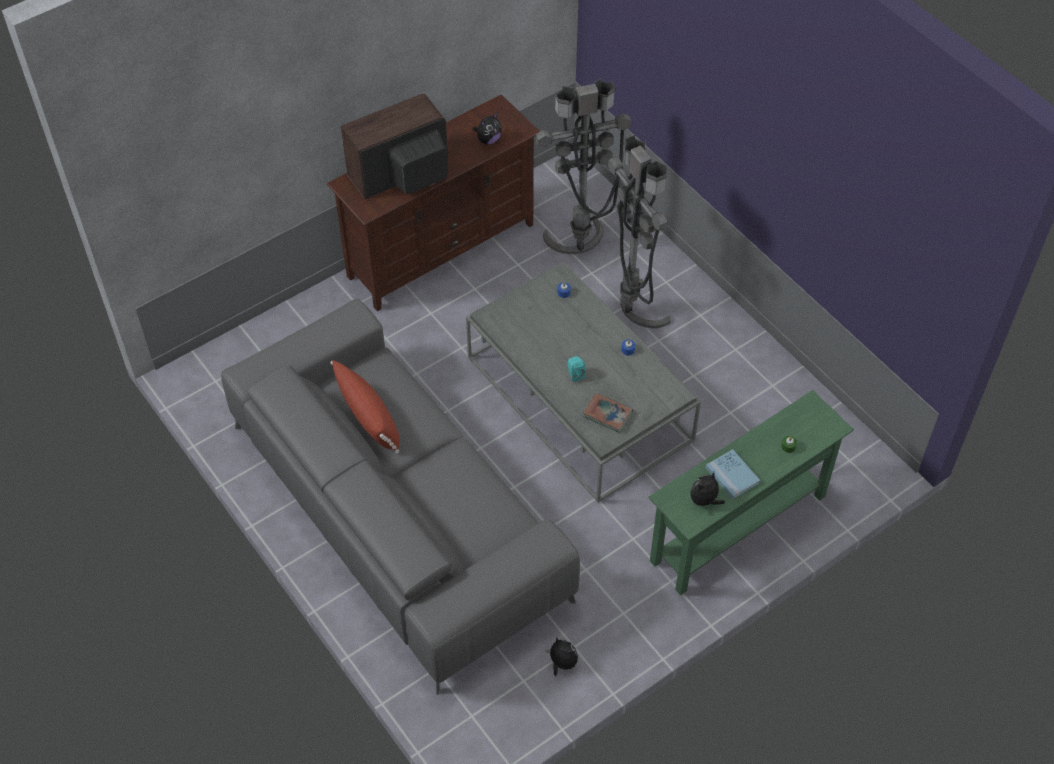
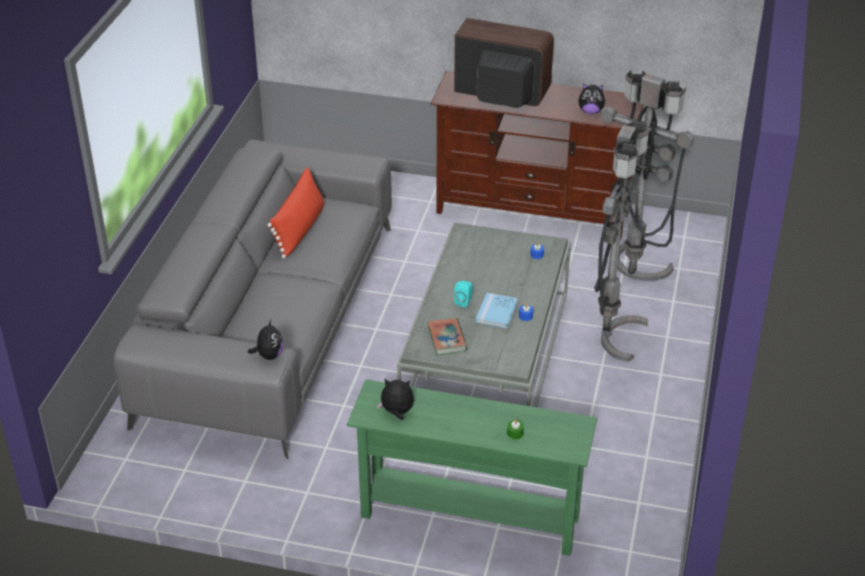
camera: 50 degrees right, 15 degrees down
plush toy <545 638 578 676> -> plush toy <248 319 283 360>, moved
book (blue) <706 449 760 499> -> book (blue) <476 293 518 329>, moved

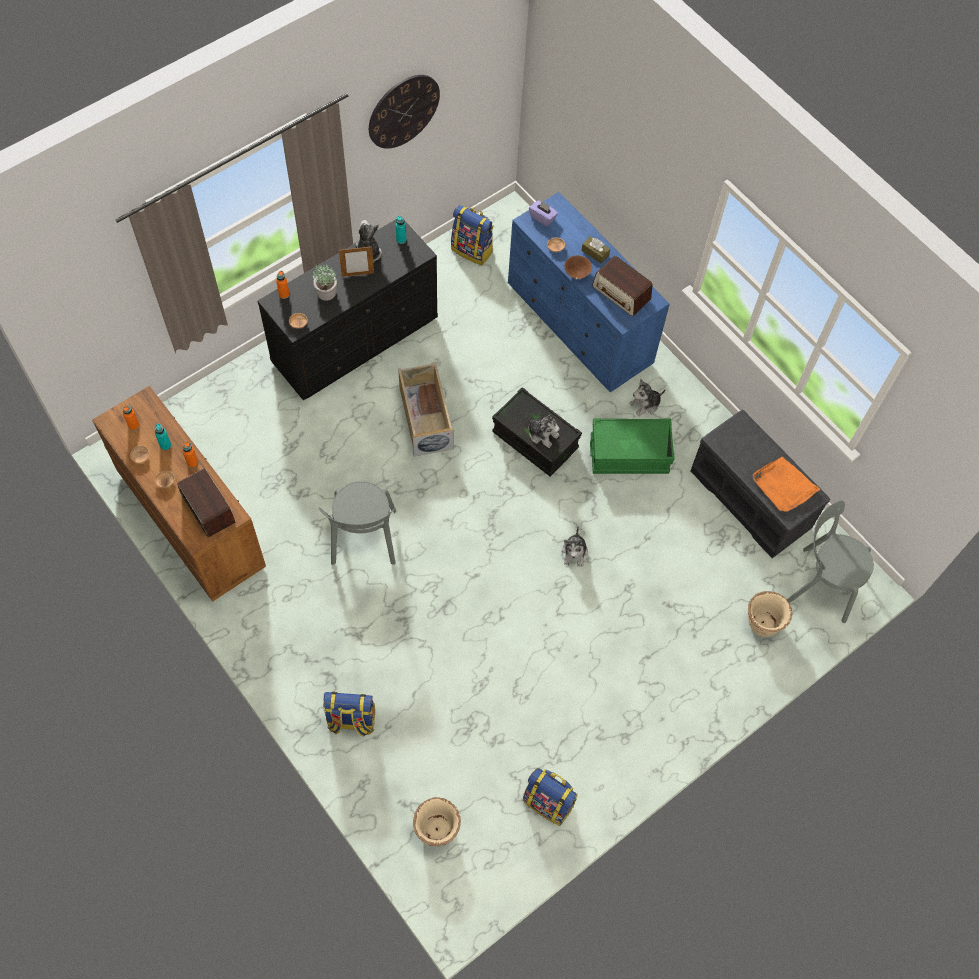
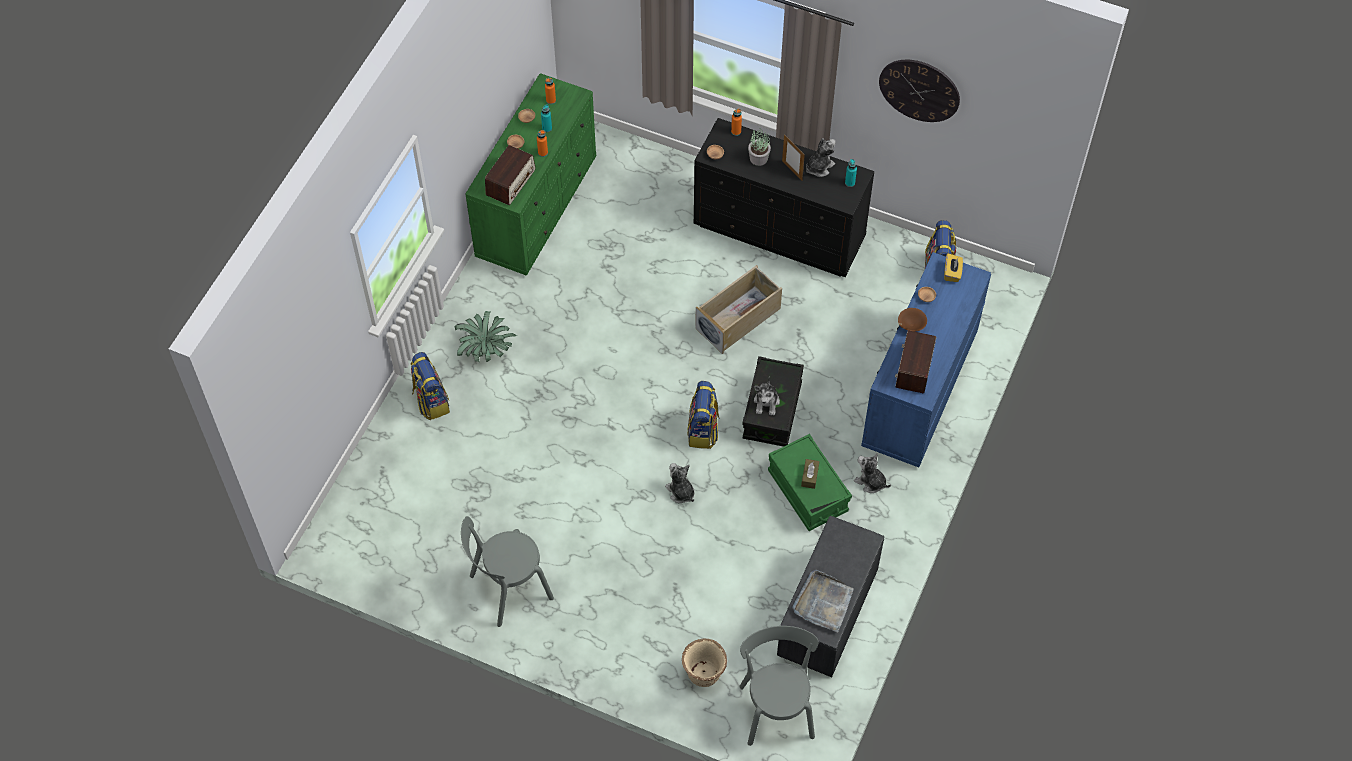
camera: 65 degrees right, 5 degrees down
dresser (brown) <92 386 266 602> -> dresser (green) <465 73 596 276>
chair (grey) <319 481 396 565> -> chair (grey) <461 516 554 627>, moved
planter (beige) <413 797 461 846> -> none
backpack <523 768 578 826> -> backpack <687 381 720 449>, moved
tissue box (purple) <529 200 558 226> -> tissue box (yellow) <944 254 963 282>
plush toy <562 527 588 567> -> plush toy <665 463 695 503>, 75 degrees clockwise
tissue box (brown) <581 236 610 264> -> tissue box (brown) <801 459 819 489>, moved
tray (orange) <753 457 820 512> -> tray (grey) <792 570 854 633>
none -> potted plant <455 311 517 363>

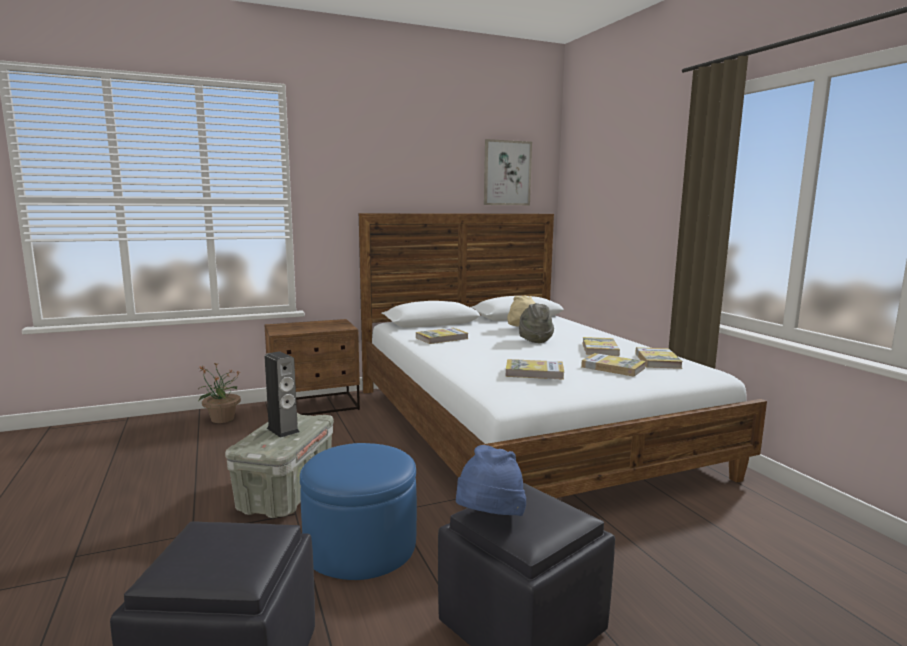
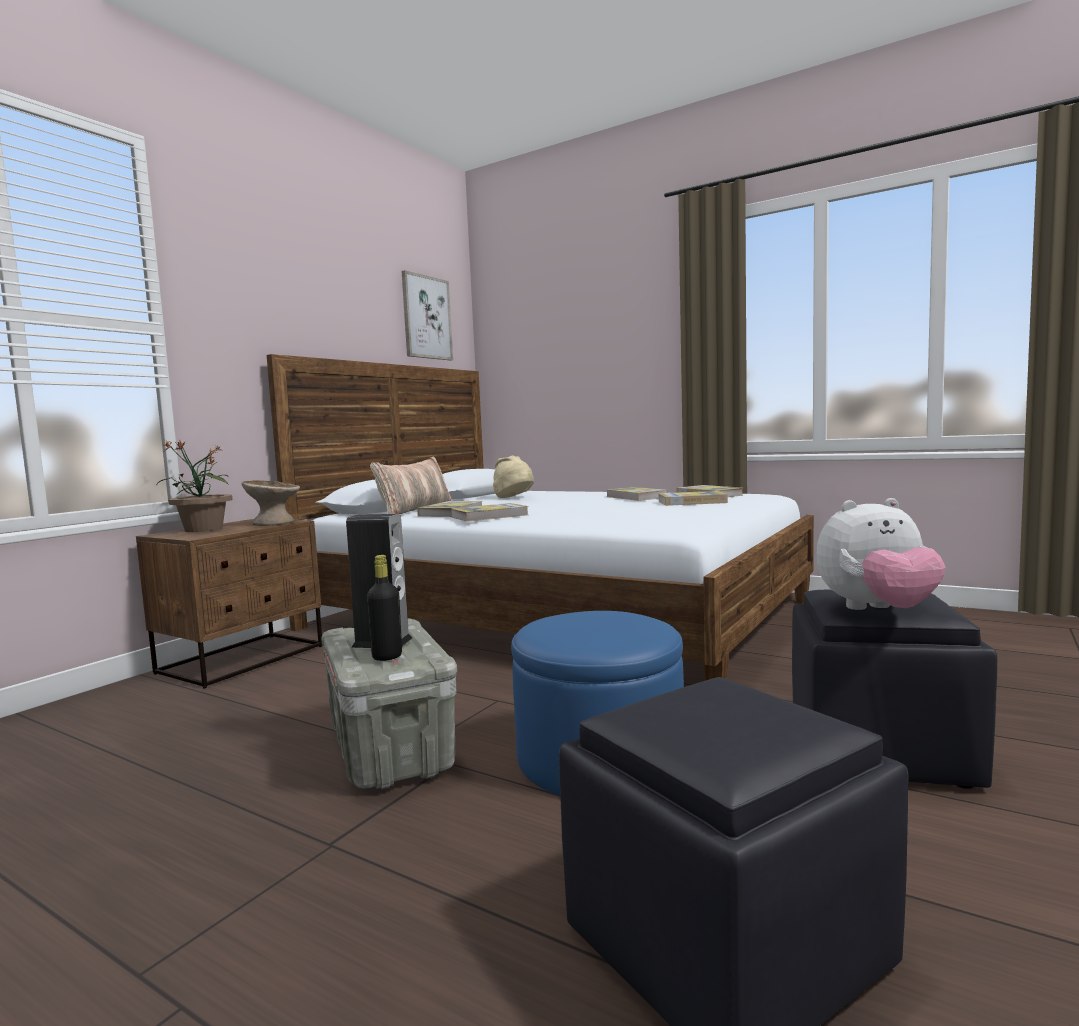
camera: 35 degrees left, 5 degrees down
potted plant <198 362 241 423> -> potted plant <157 440 232 532>, moved
hat (blue) <456 445 526 516> -> plush toy <816 498 946 610>
book <506 359 564 380> -> book <451 503 528 522>, moved
hat (grey) <519 303 554 343> -> none
none -> bowl (beige) <241 480 300 526>
none -> bottle (black) <367 555 402 661>
none -> pillow <370 457 452 514>

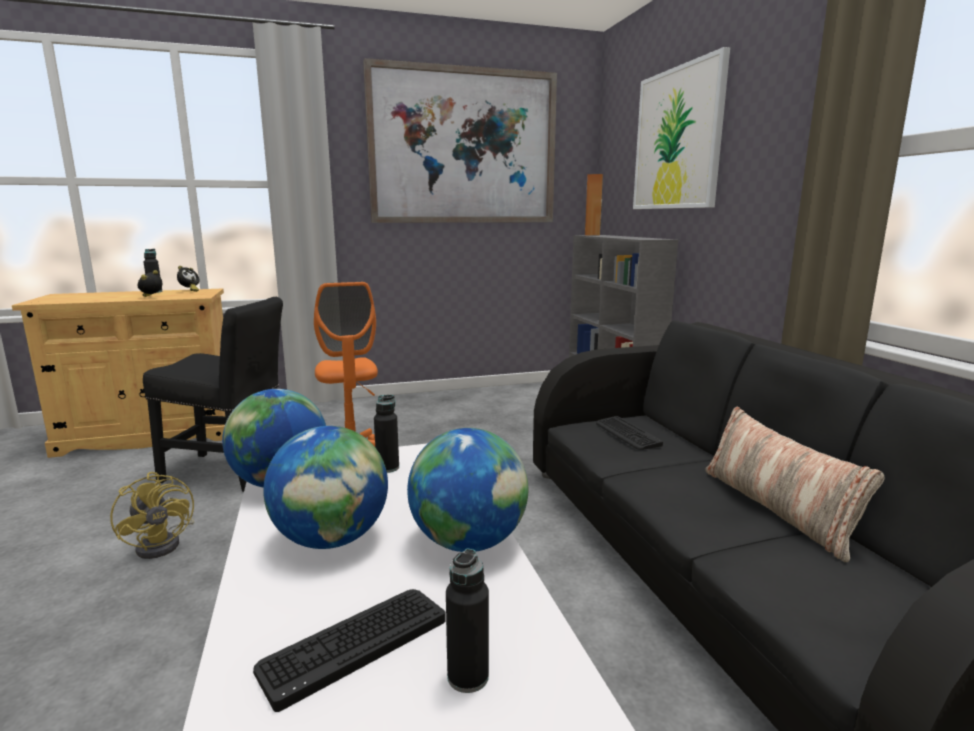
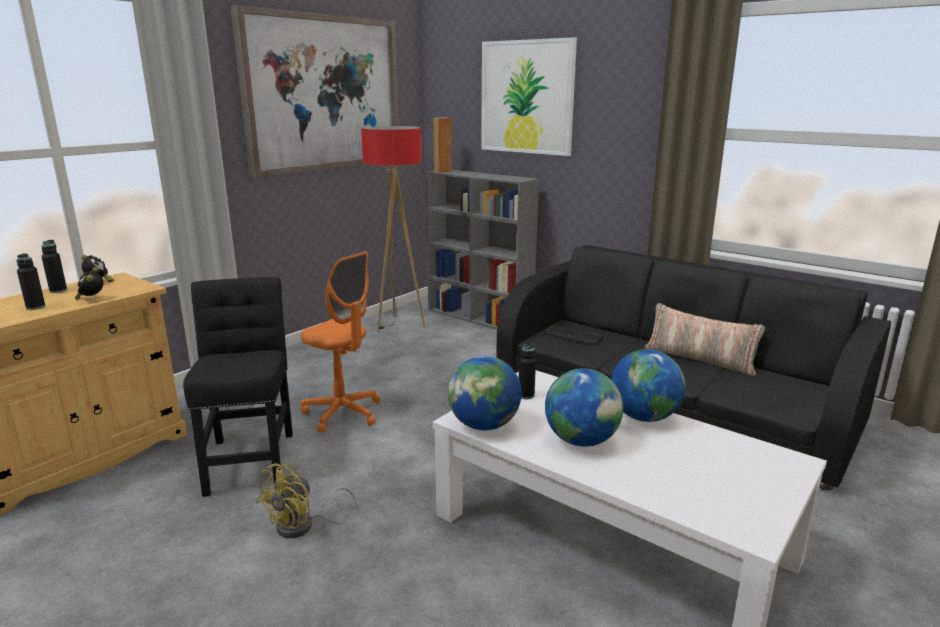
camera: 35 degrees left, 5 degrees up
fan (yellow) <110 472 194 559> -> fan (yellow) <256 463 357 538>, 105 degrees clockwise
chair (black) <143 297 283 492> -> chair (black) <183 277 293 497>, 75 degrees counterclockwise
keyboard <253 589 446 712> -> none
bottle (black) <446 549 489 693> -> bottle (black) <16 253 45 310>, moved
none -> floor lamp <361 126 425 332>

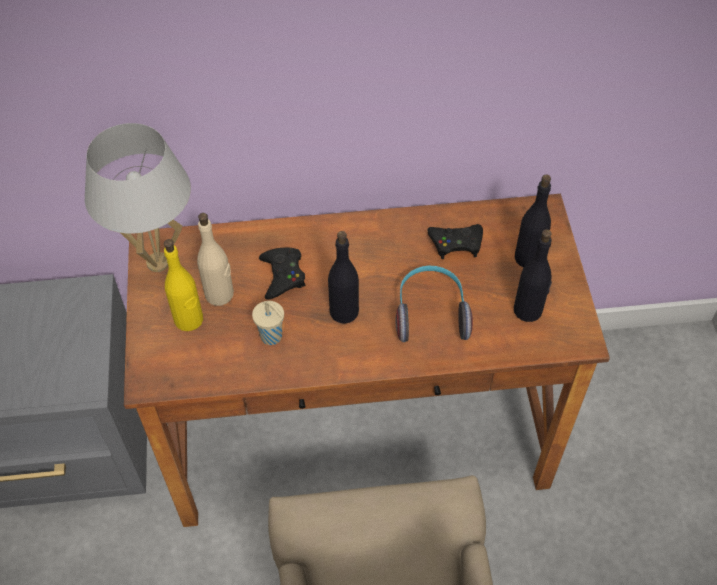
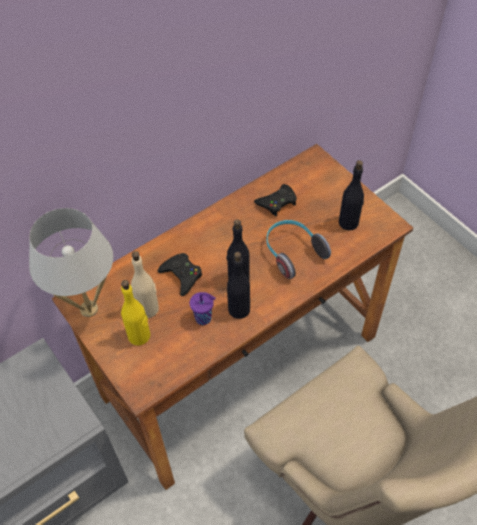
camera: 30 degrees left, 0 degrees up
cup (beige) <252 301 284 345> -> cup (purple) <190 292 216 325>
bottle (black) <515 175 551 268> -> bottle (black) <227 252 250 319>, moved

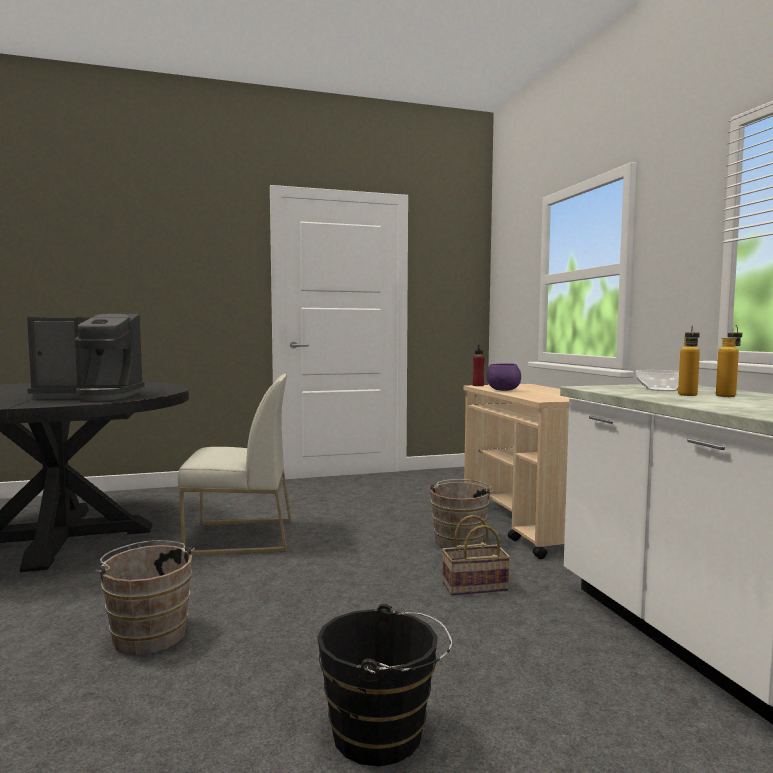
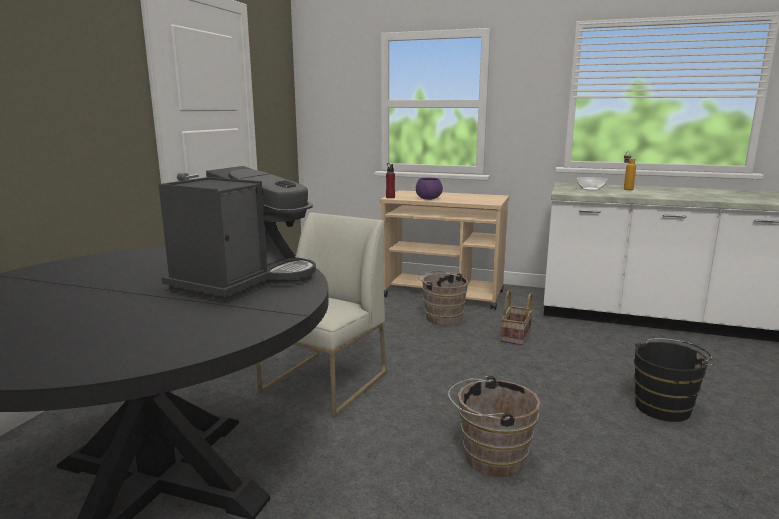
camera: 55 degrees left, 10 degrees up
bottle <678 324 700 396> -> none

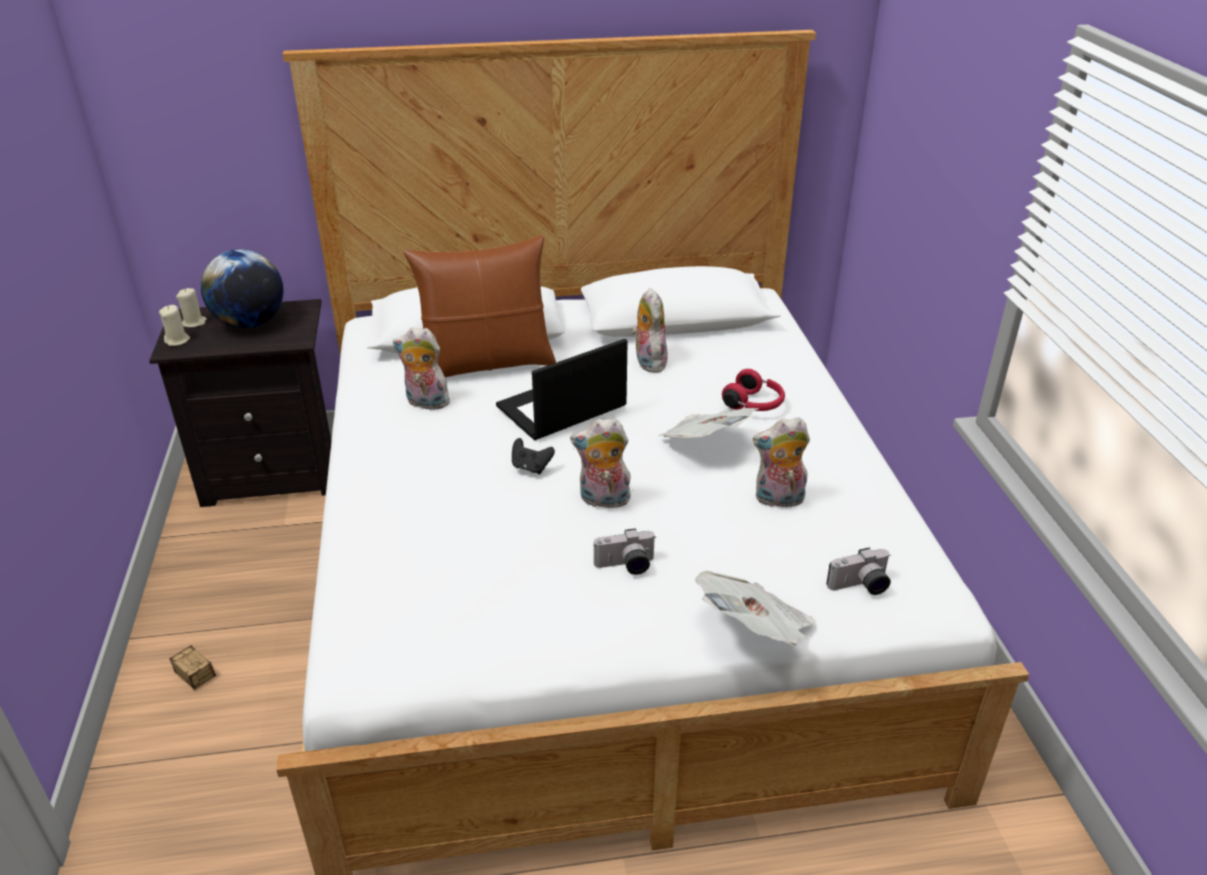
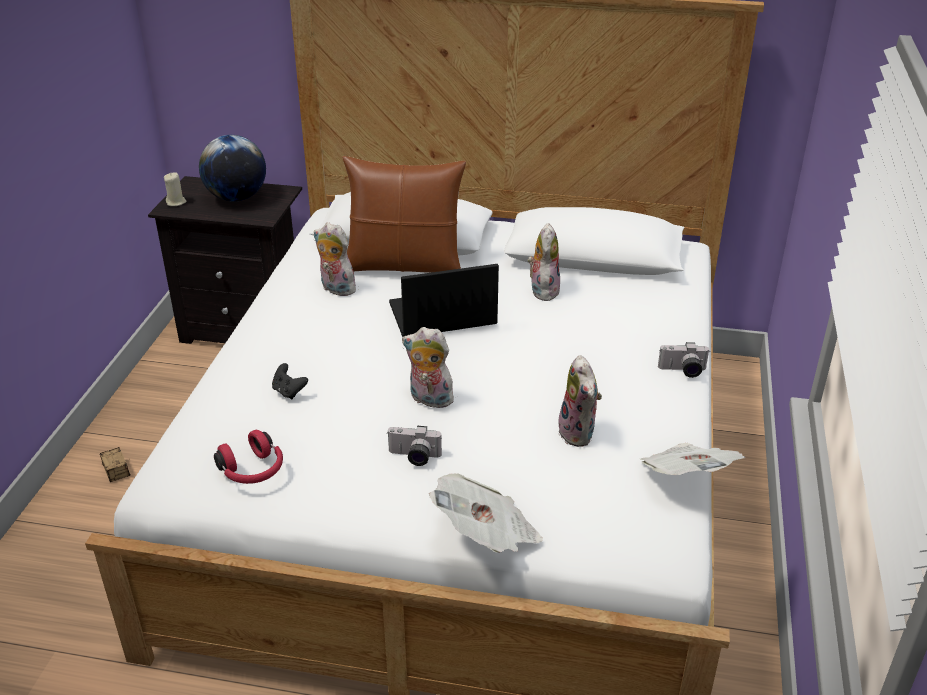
camera: 20 degrees right, 0 degrees up
candle (beige) <176 288 207 328> -> none
game controller (black) <512 438 555 474> -> game controller (black) <272 363 308 399>, moved
newspaper <658 408 759 438> -> newspaper <640 443 745 475>, moved
headphones (red) <722 369 785 411> -> headphones (red) <214 430 283 484>, moved
plush toy <753 417 810 507> -> plush toy <558 355 602 447>, 120 degrees counterclockwise
photo camera <826 548 891 595> -> photo camera <658 342 709 378>, moved

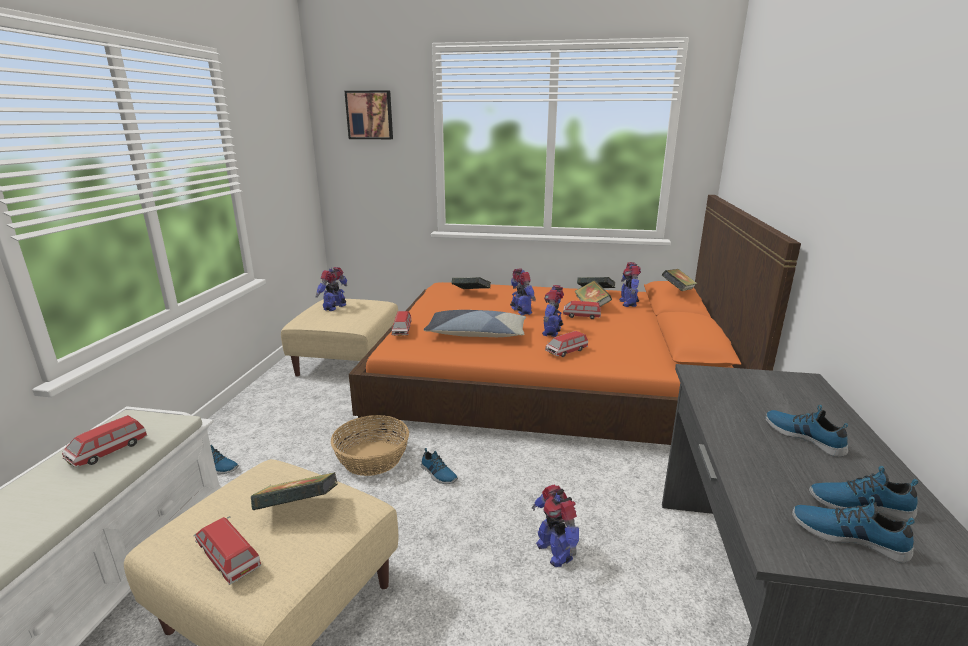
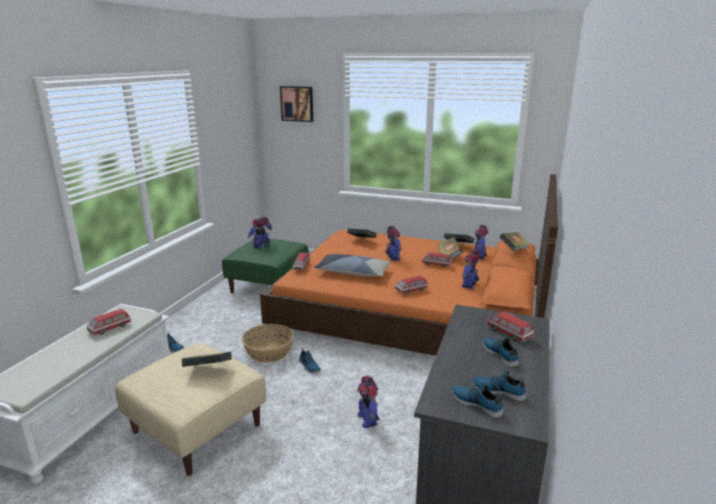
camera: 10 degrees right, 0 degrees up
toy car <193 516 261 585> -> toy car <486 312 534 342>, moved
ottoman (beige) <281 299 398 377> -> ottoman (green) <222 239 309 293>
toy robot <542 285 564 337> -> toy robot <462 249 480 289>, moved

